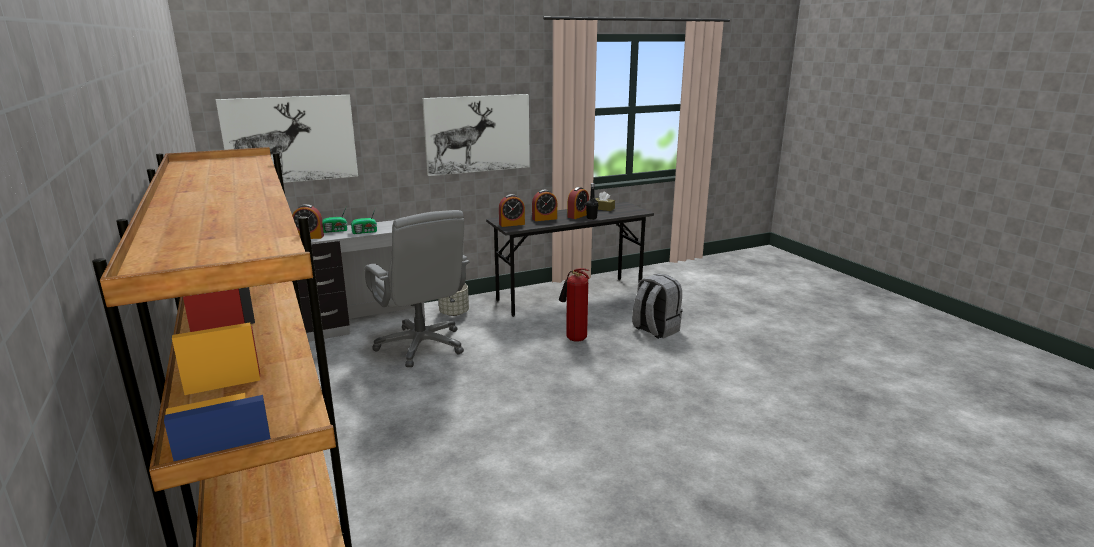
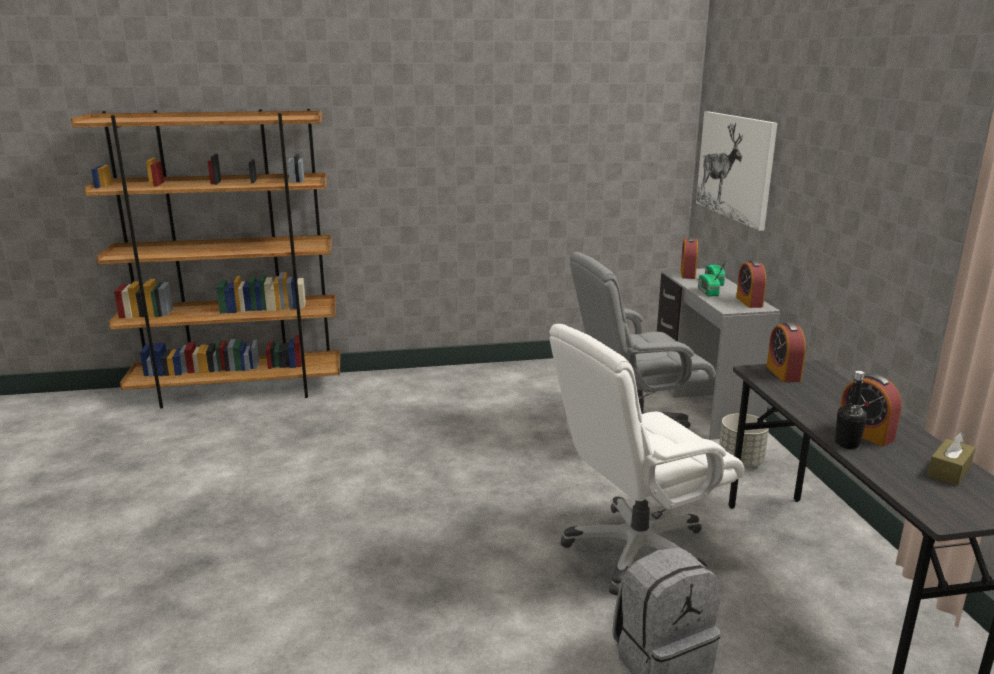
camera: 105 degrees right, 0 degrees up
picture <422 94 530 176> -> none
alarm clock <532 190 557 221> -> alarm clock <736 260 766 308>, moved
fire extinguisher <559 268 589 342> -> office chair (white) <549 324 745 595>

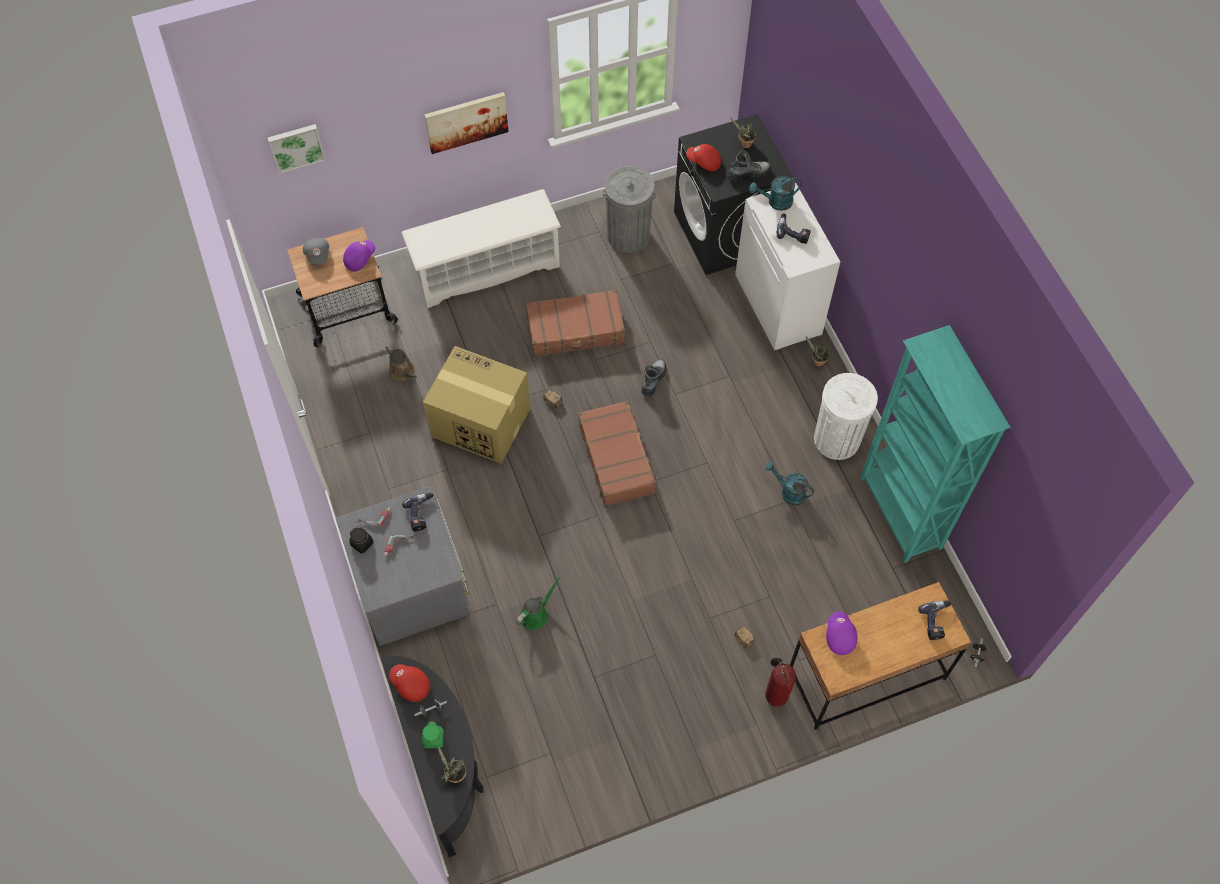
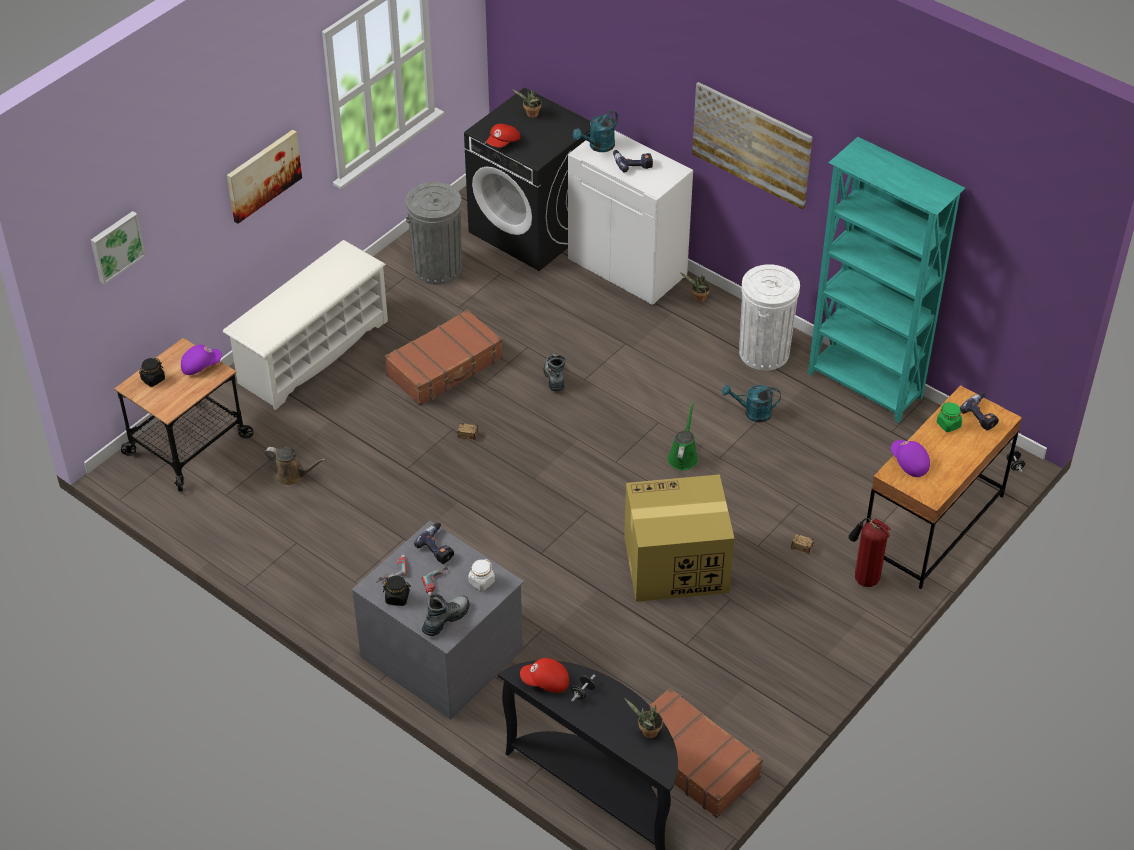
camera: 30 degrees left, 15 degrees down
cap (grey) <303 238 329 265> -> jar (black) <139 358 165 387>
cap (purple) <343 240 375 271> -> cap (purple) <181 345 222 375>, 60 degrees clockwise
jar (green) <422 721 444 748> -> jar (green) <937 402 962 432>, moved
cardboard box <423 346 531 464> -> cardboard box <624 474 735 602>, moved
watering can (green) <516 575 562 630> -> watering can (green) <668 402 698 470>, moved
suitcase (brown) <578 401 656 507> -> suitcase (brown) <650 688 763 818>, moved
cap (red) <686 144 721 171> -> cap (red) <487 124 520 148>, 45 degrees counterclockwise
boot <727 150 771 181> -> boot <422 594 469 636>, moved
none -> jar (white) <468 559 495 591>
none -> picture <692 82 813 209>

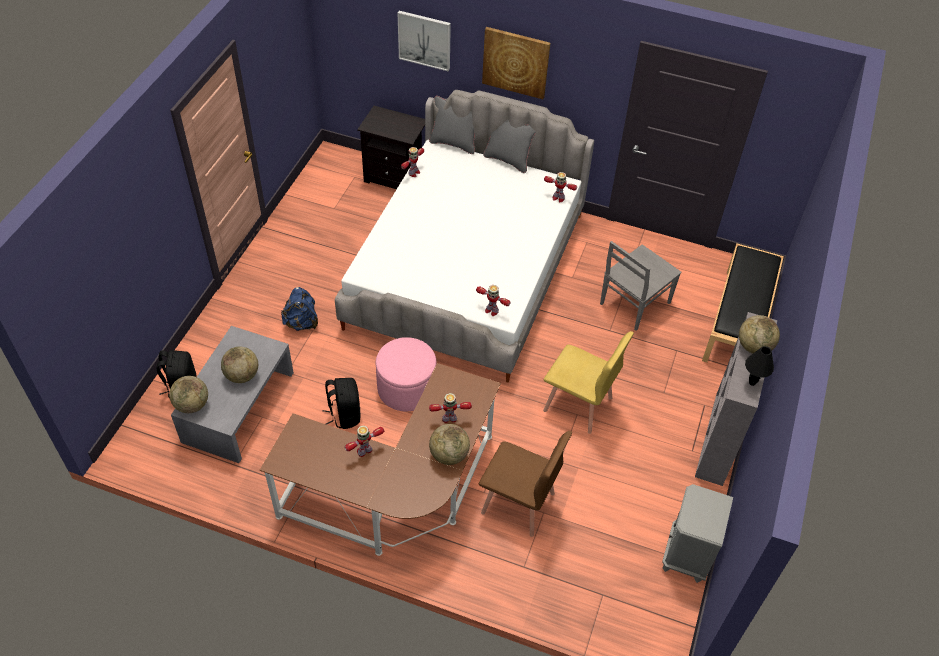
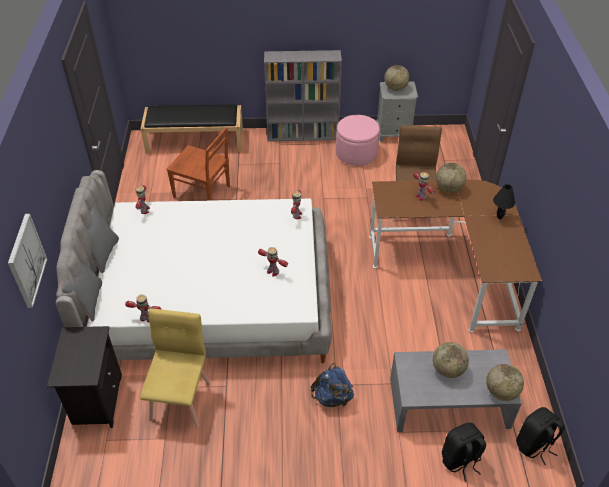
camera: 110 degrees left, 5 degrees down
backpack (black) <323 378 360 429> -> backpack (black) <516 407 565 465>, moved
toy robot <344 426 384 457> -> toy robot <258 247 288 277>, moved
ottoman (pink) <376 337 437 411> -> ottoman (pink) <336 115 380 166>, moved
picture <482 27 551 99> -> none
chair (yellow) <543 331 634 434> -> chair (yellow) <140 308 210 427>, moved
chair (grey) <600 241 682 331> -> chair (brown) <166 127 230 201>
globe <739 315 780 354> -> globe <384 65 410 91>, moved
table lamp (black) <745 346 774 386> -> table lamp (black) <493 184 515 219>, moved

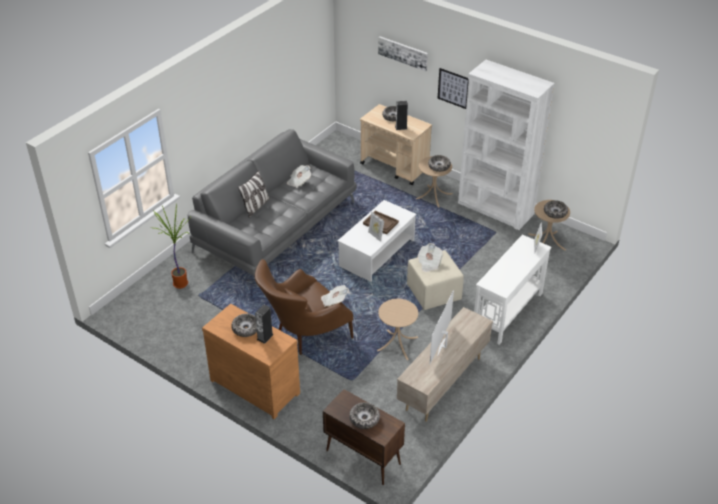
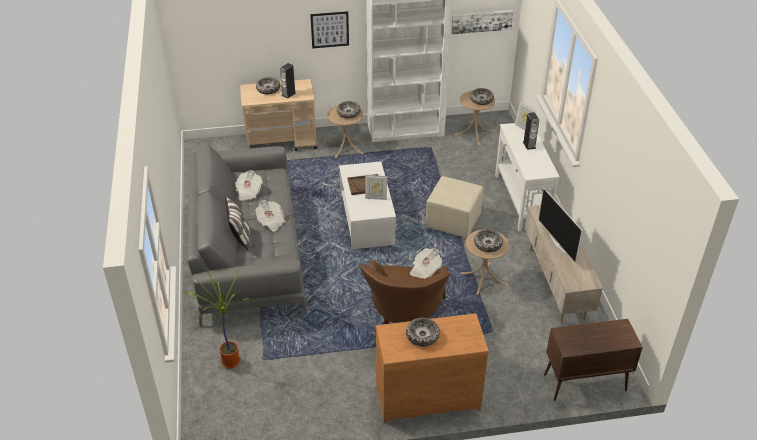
camera: 45 degrees left, 0 degrees up
speaker <255 305 274 344> -> speaker <523 112 539 150>, moved
bowl <349 402 380 429> -> bowl <474 229 503 252>, moved
picture <378 36 428 71> -> picture <451 10 513 34>, moved
newspaper <417 243 443 272> -> newspaper <255 200 286 232>, moved

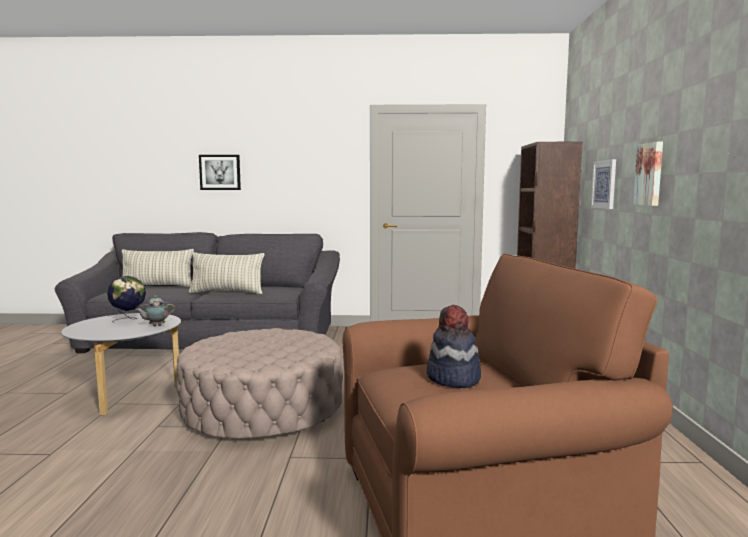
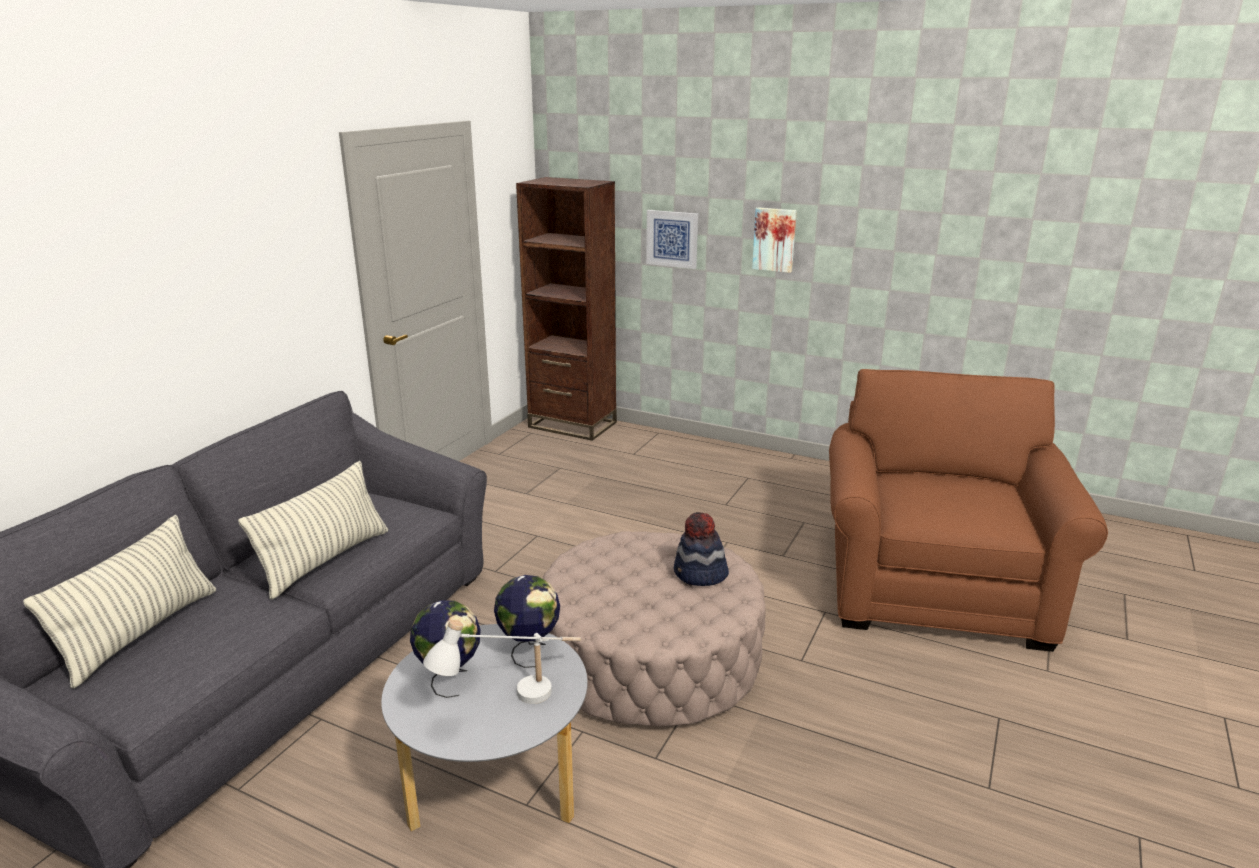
camera: 65 degrees left, 15 degrees up
teapot <136 295 175 326> -> globe <494 575 560 668>
picture <199 155 241 190> -> none
hat <427 305 481 388> -> hat <674 512 729 586>, moved
none -> table lamp (white) <423 620 581 704>

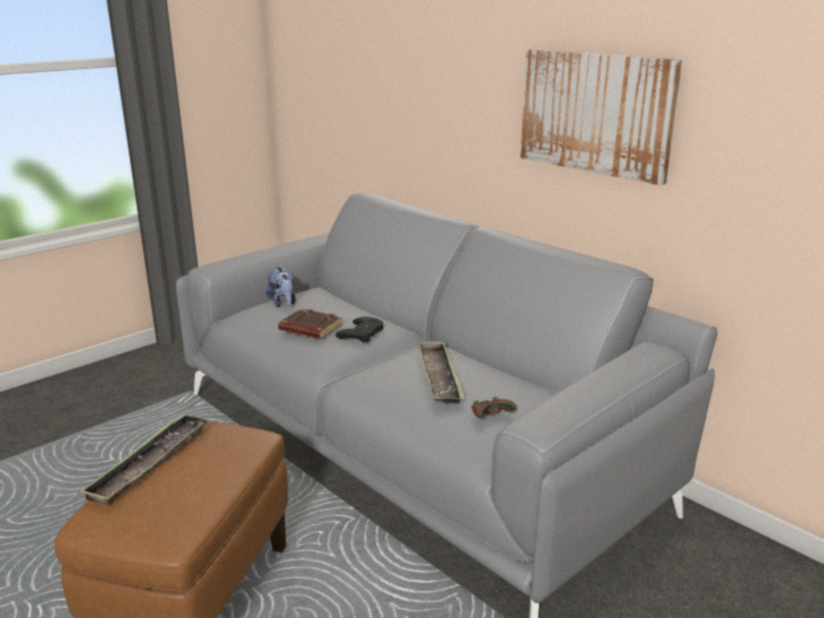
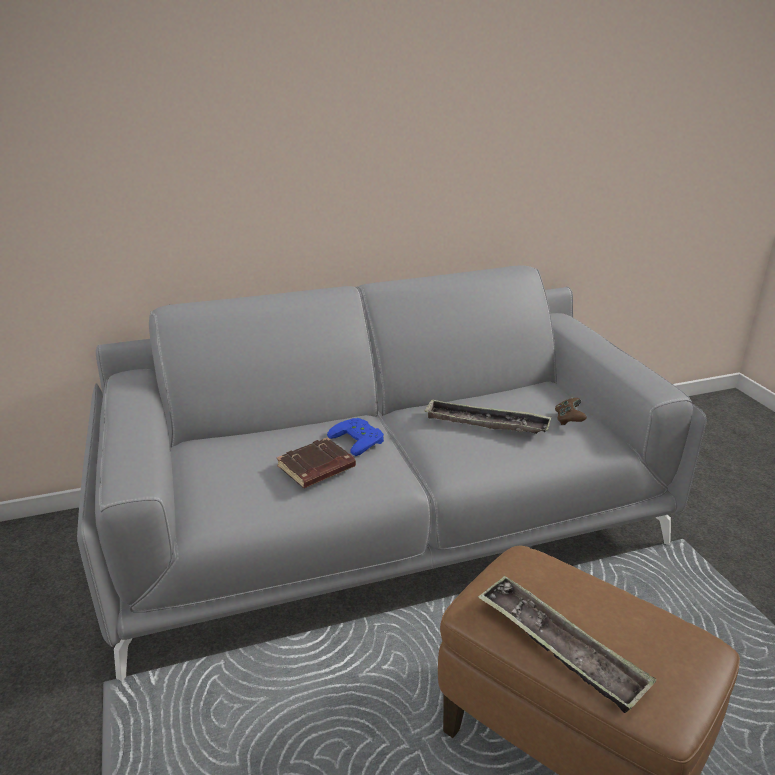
camera: 65 degrees left, 5 degrees up
plush toy <266 267 296 307> -> none
game controller (black) <336 317 383 343> -> game controller (blue) <327 418 384 456>
picture <520 49 682 186> -> none

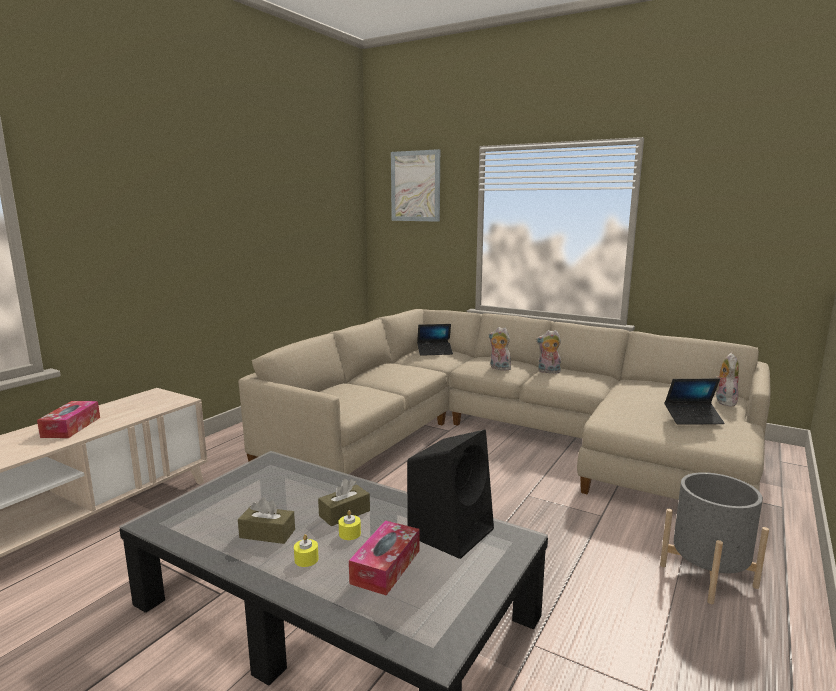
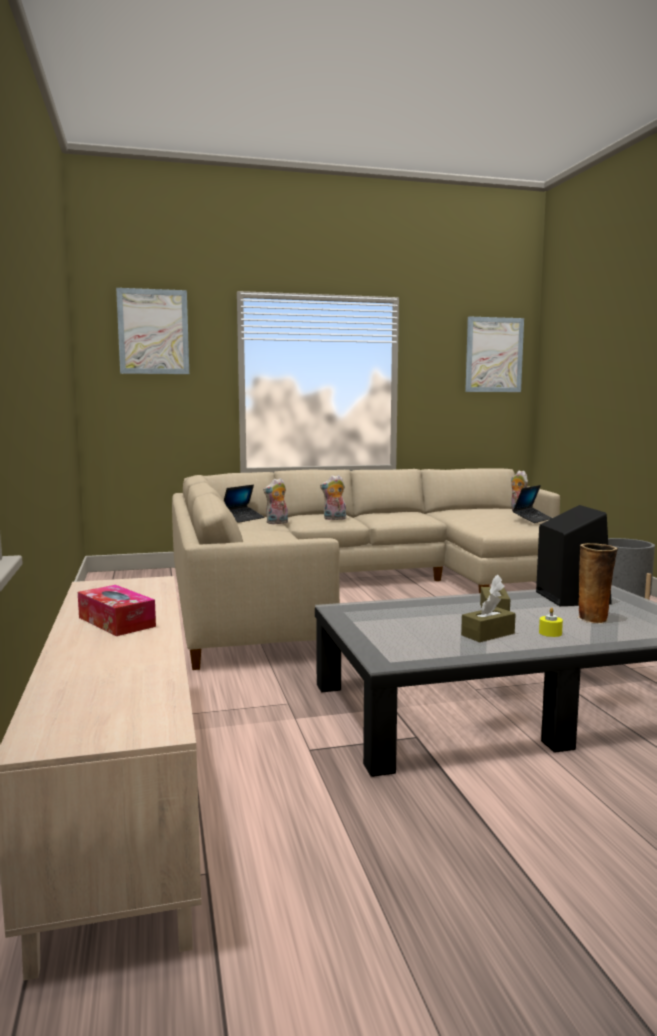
camera: 45 degrees left, 5 degrees down
candle (yellow) <339 510 361 540> -> none
tissue box <349 520 419 596> -> vase <577 543 618 624>
plush toy <536 330 561 373> -> plush toy <263 478 288 524>, moved
none -> picture <465 316 524 392>

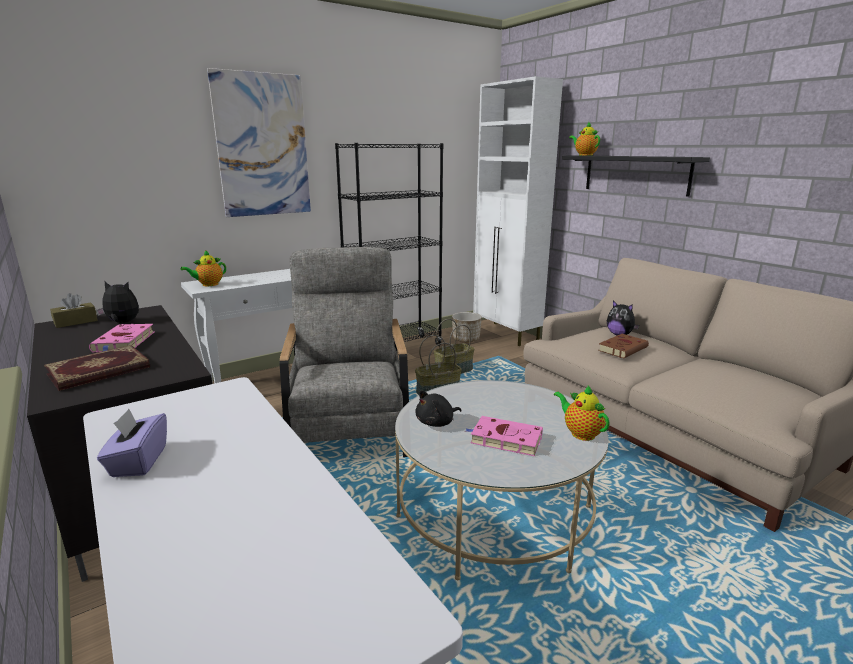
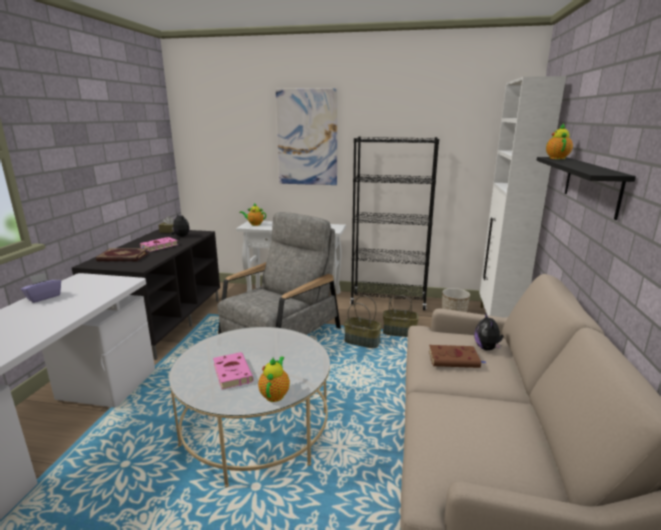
camera: 45 degrees right, 0 degrees up
plush toy (black) <415 390 461 427> -> none

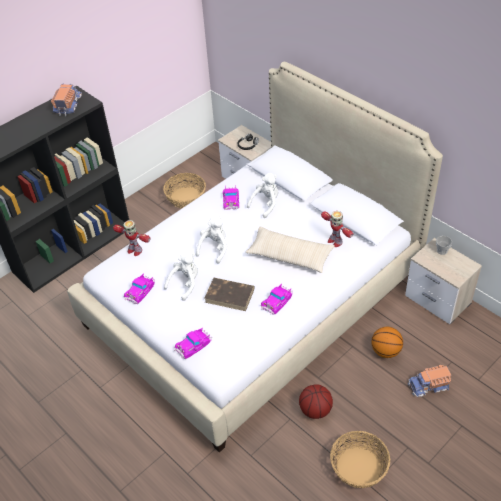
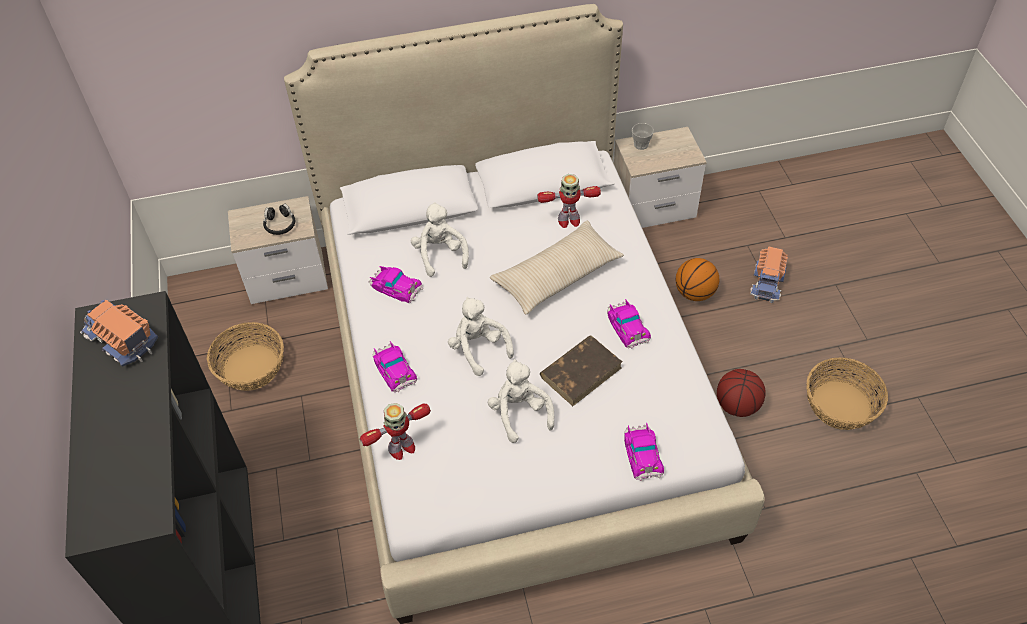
camera: 60 degrees left, 5 degrees up
toy car <124 274 155 304> -> toy car <373 341 417 392>, moved

